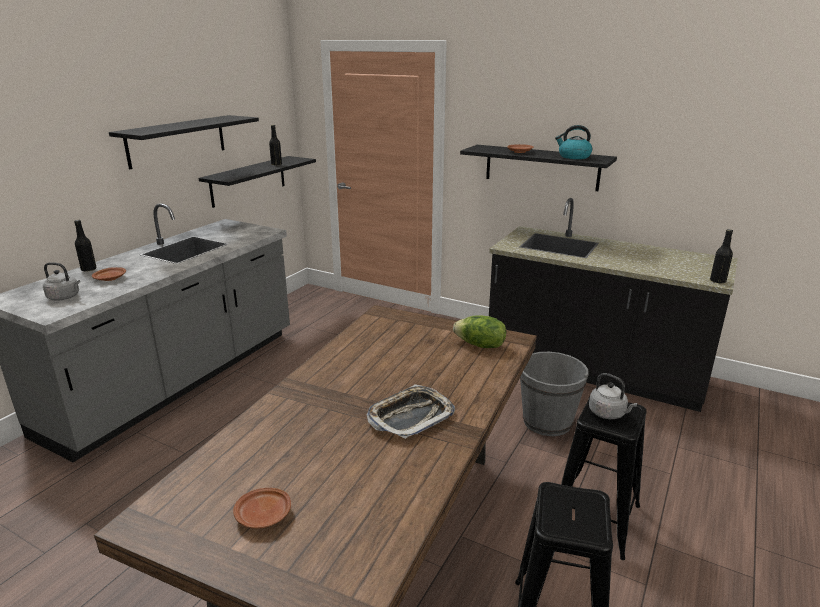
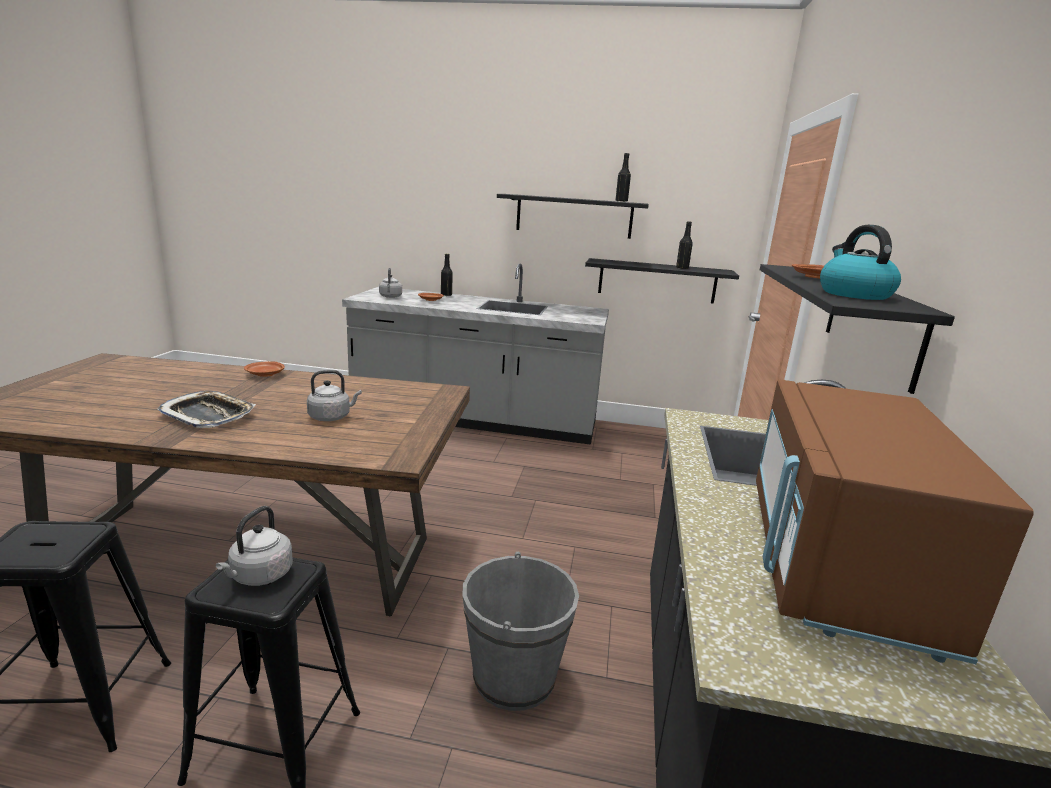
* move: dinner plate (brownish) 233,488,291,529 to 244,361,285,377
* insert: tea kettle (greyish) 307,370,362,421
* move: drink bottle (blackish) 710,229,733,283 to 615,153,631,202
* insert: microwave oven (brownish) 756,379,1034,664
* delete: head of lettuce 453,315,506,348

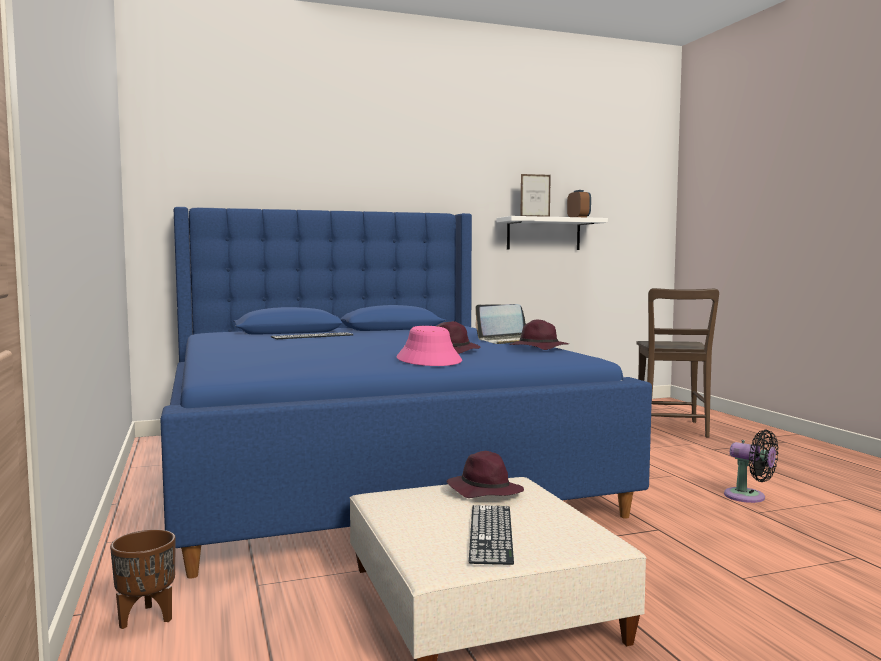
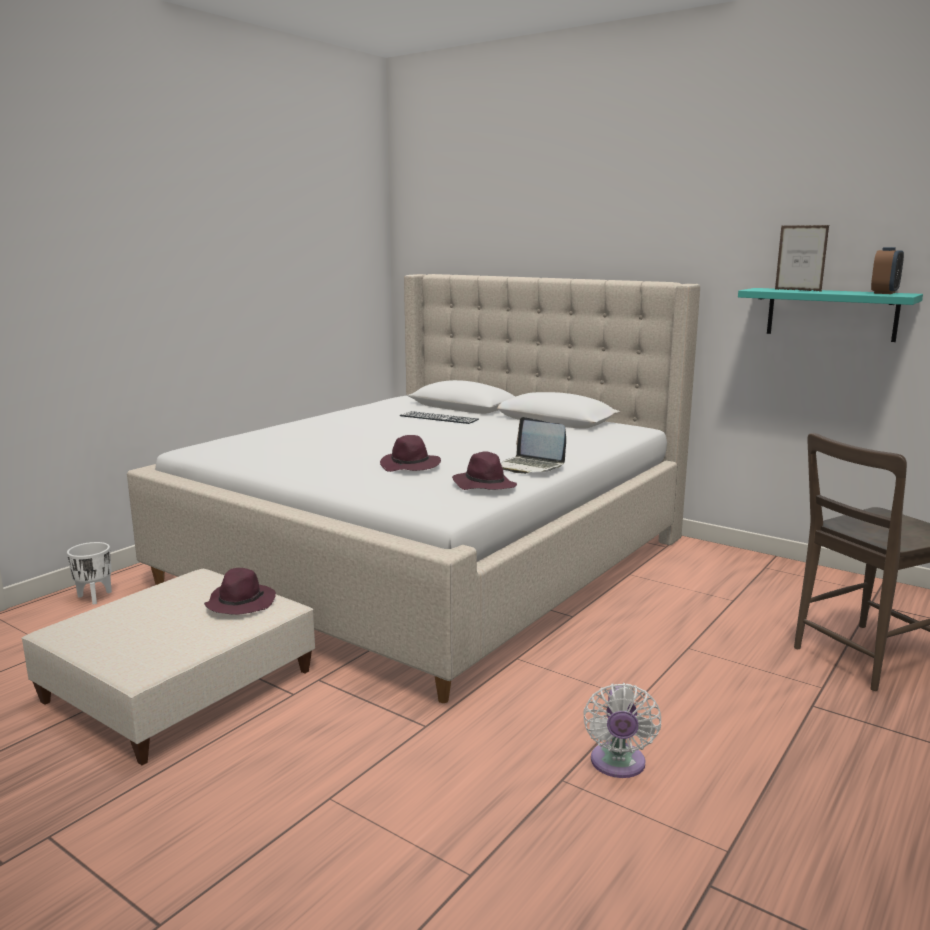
* recolor: flower pot (brownish) 110,529,176,629 to flower pot (white) 67,542,112,605
* recolor: bedroom bed (bluish) 160,207,652,578 to bedroom bed (beige-coloured) 127,274,700,703
* recolor: fan (blackish) 724,430,778,503 to fan (white) 583,683,661,778
* recolor: shelf (white) 496,216,608,250 to shelf (turquoise) 738,288,923,342
* delete: hat (pinkish) 396,326,462,366
* delete: computer keyboard 469,505,514,565

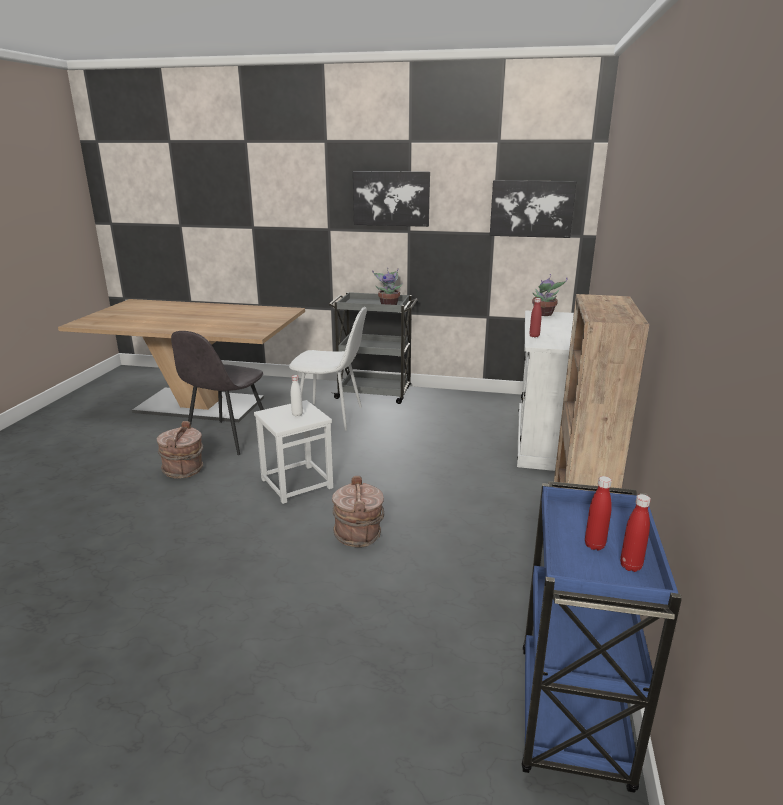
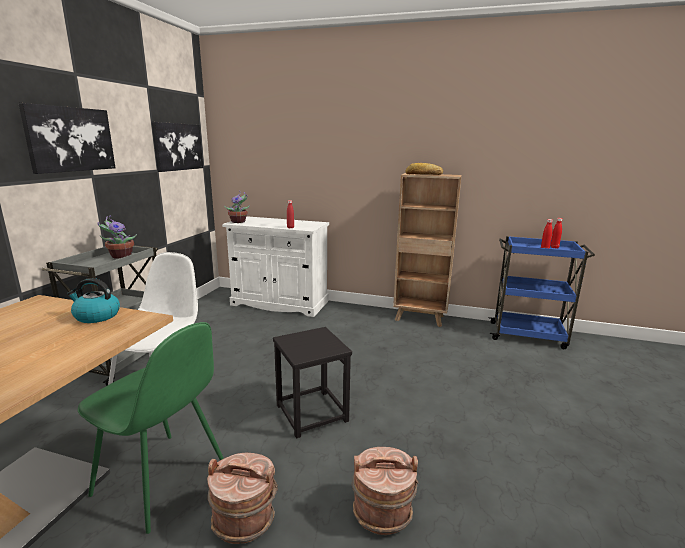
* insert: tea kettle 67,278,120,323
* recolor: plain chair (greyish) 171,331,270,455 to plain chair (green-coloured) 78,322,224,534
* recolor: stool seat (white) 254,400,333,504 to stool seat (blackish) 273,327,352,439
* move: water bucket (brownish) 332,476,384,548 to 352,447,419,535
* insert: bread 405,163,443,175
* delete: drink bottle (white) 291,375,303,417

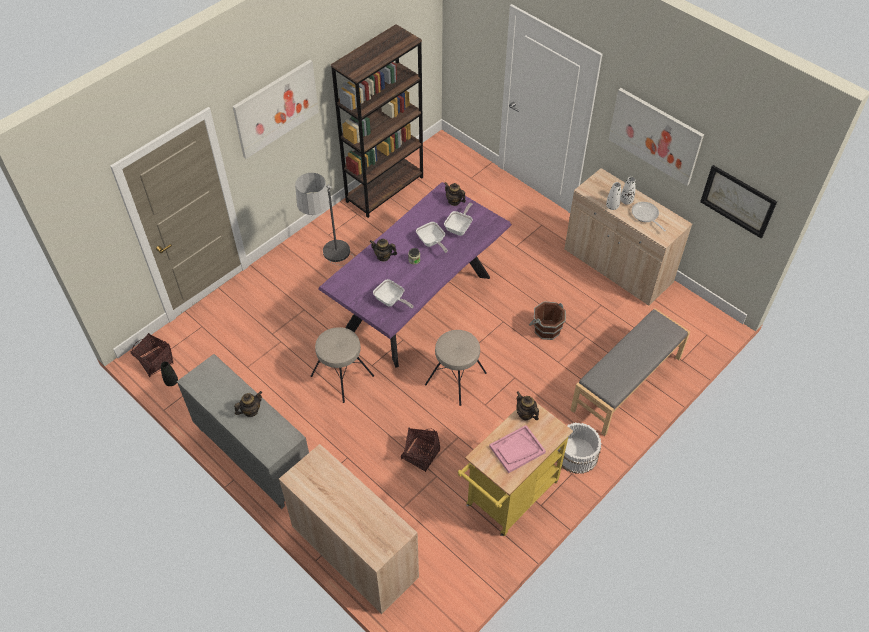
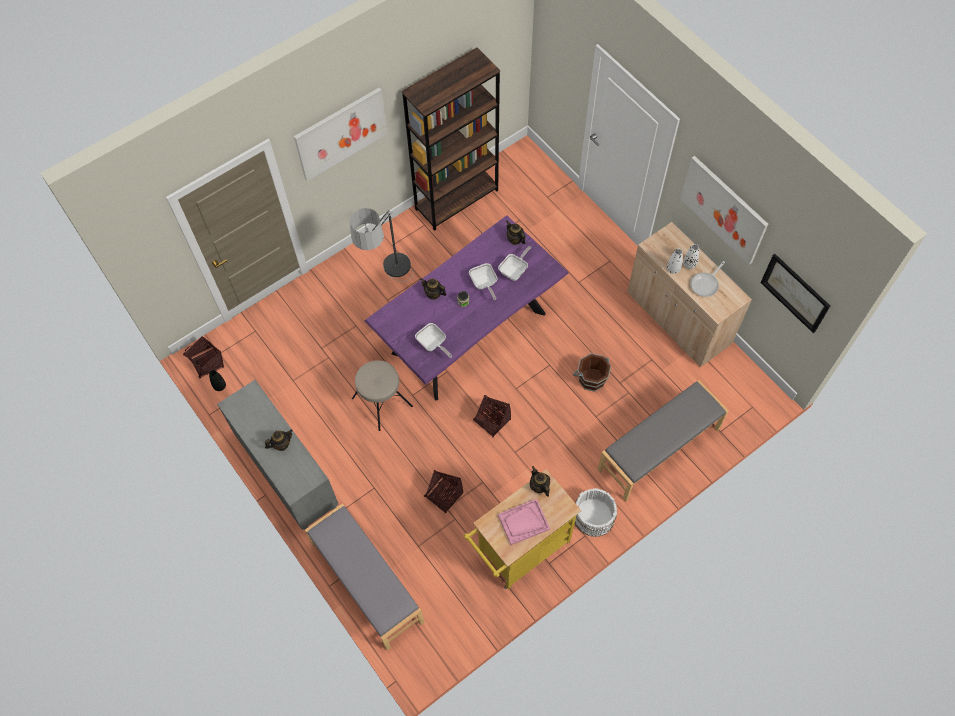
* replace: storage cabinet (beige-coloured) 279,444,419,614 to bench (greyish) 305,503,425,651
* replace: stool seat (beige-coloured) 425,330,487,406 to household basket 473,395,511,438
* rotate: pan 632,202,666,232 = 690,261,725,297 120 degrees counterclockwise

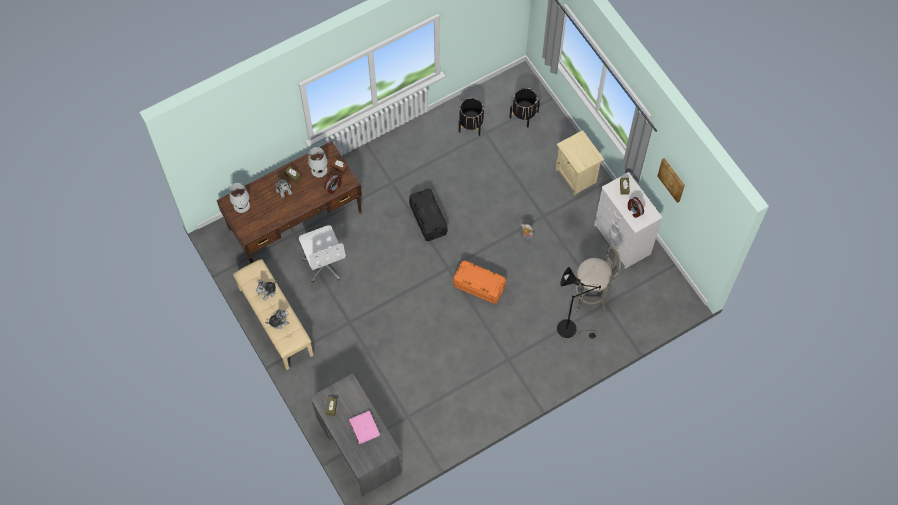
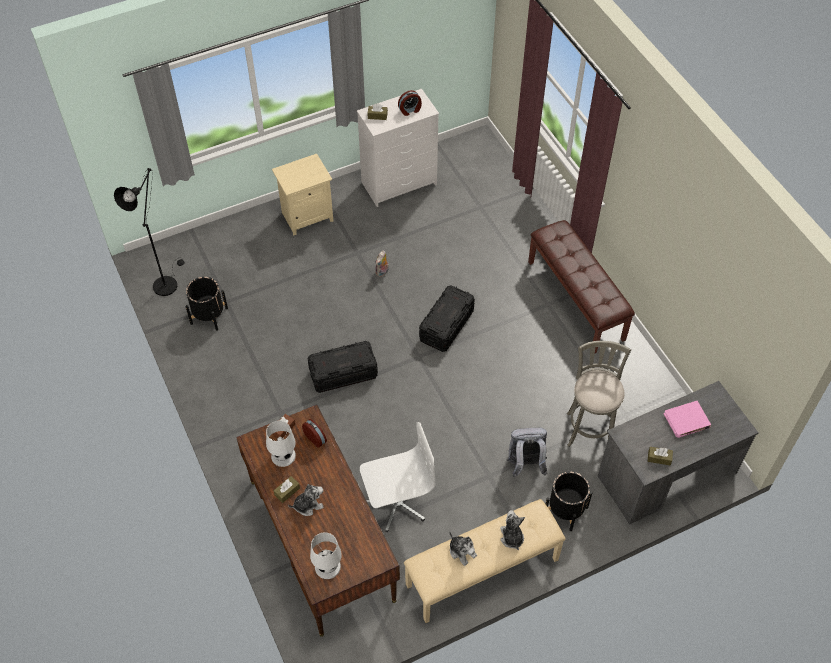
* move: standard lamp (blackish) 557,267,601,339 to 114,168,185,296
* recolor: storage bin (orange-coloured) 453,260,506,304 to storage bin (blackish) 419,285,475,352
* insert: rucksack (greyish) 507,428,547,477
* insert: bench (brownish) 528,220,635,353
* move: flower pot (blackish) 510,88,540,128 to 546,472,592,531
* move: stool seat (greyish) 576,243,621,312 to 567,341,631,446
* delete: wall art 657,158,685,203

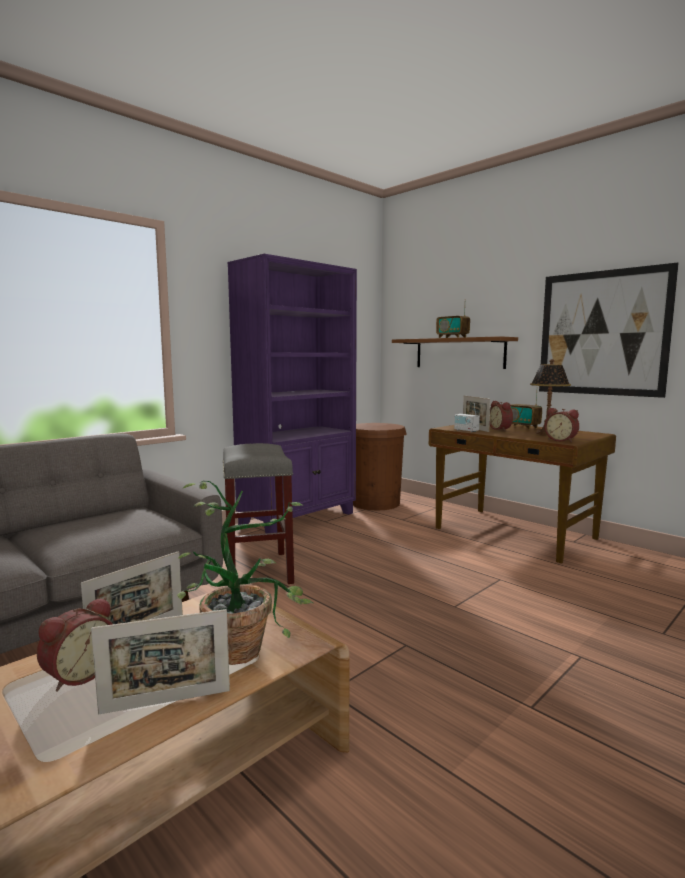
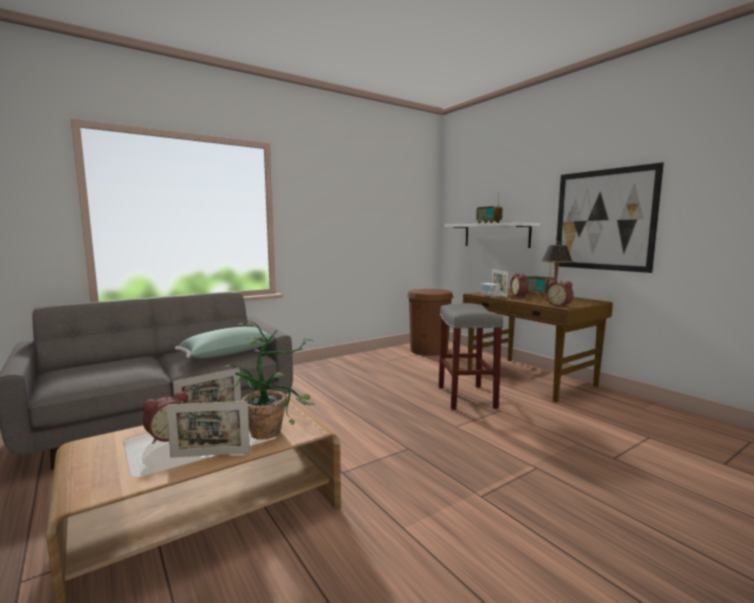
* insert: pillow (green-coloured) 175,327,273,358
* move: stool seat (greyish) 223,443,294,584 to 439,303,503,410
* recolor: shelf (brownish) 392,336,518,369 to shelf (white) 444,223,540,248
* delete: bookcase (purple-coloured) 227,254,357,533

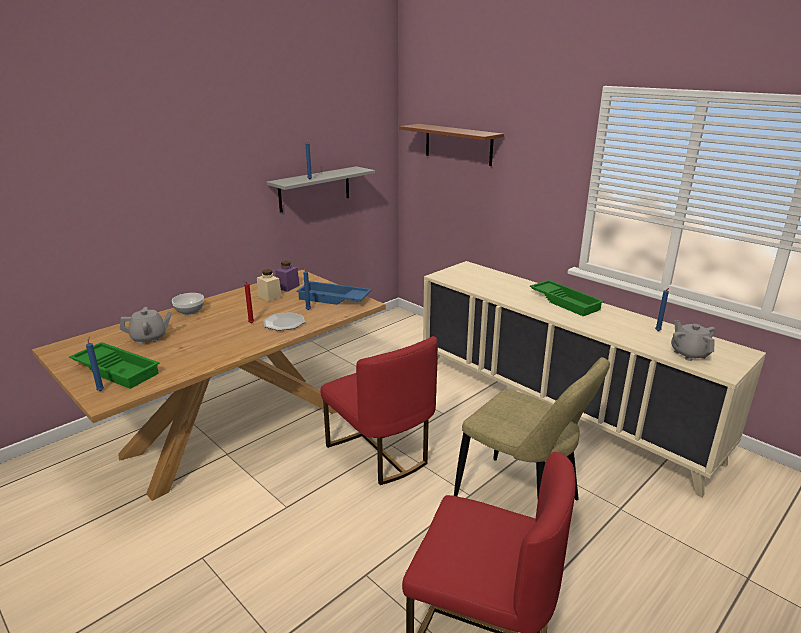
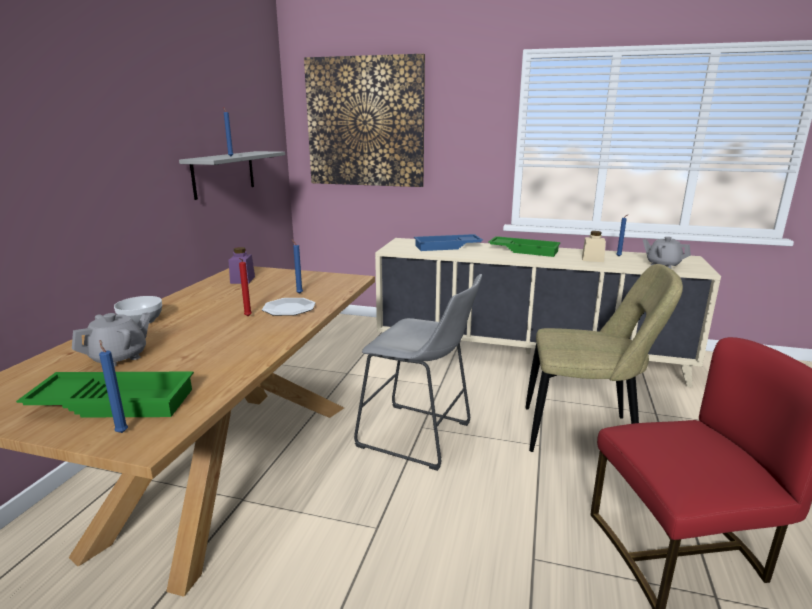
* replace: shelf (brownish) 399,124,504,166 to wall art 304,54,425,187
* replace: plain chair (reddish) 320,336,438,485 to stool seat (greyish) 354,274,482,471
* move: carrying tray (bluish) 296,281,372,305 to 414,234,483,251
* move: storage jar (beige-coloured) 257,269,282,301 to 582,231,606,262

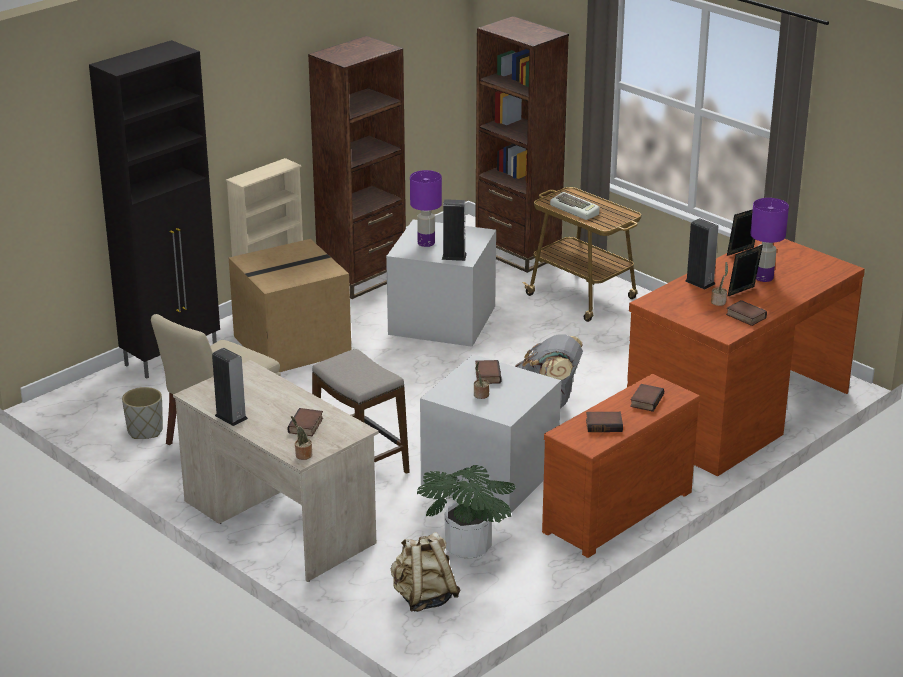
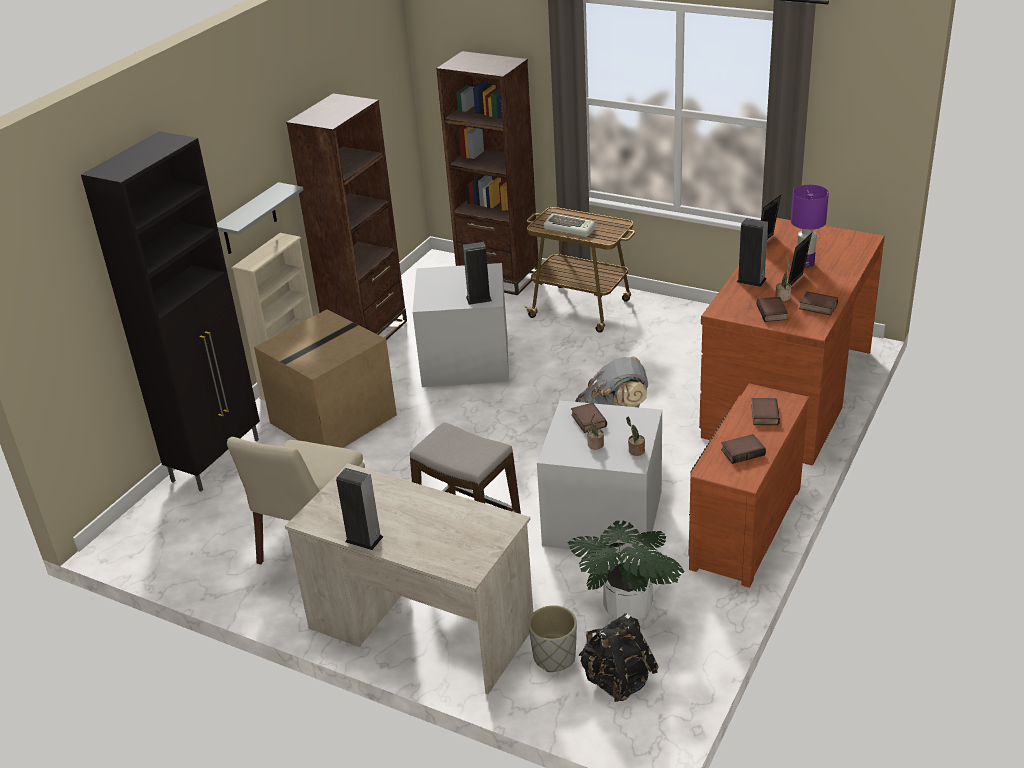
* insert: shelf (greyish) 217,182,304,254
* move: flower pot (greyish) 122,387,163,439 to 528,605,577,672
* recolor: rucksack (beige-coloured) 391,532,460,612 to rucksack (blackish) 579,613,659,702
* move: plant in a pot 291,416,312,460 to 626,417,645,456
* move: volume 287,408,323,436 to 756,297,788,322
* delete: tabletop lamp (purple-coloured) 410,170,442,247

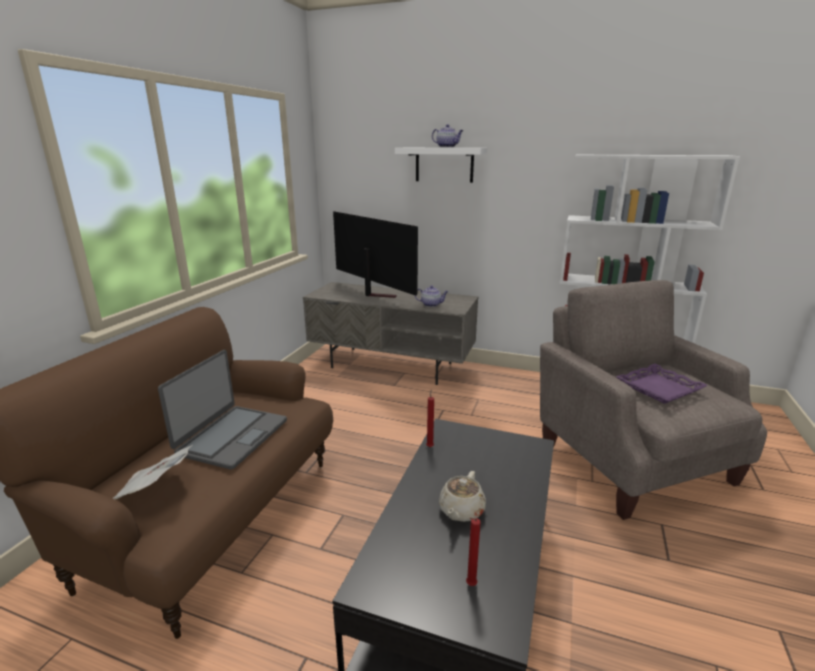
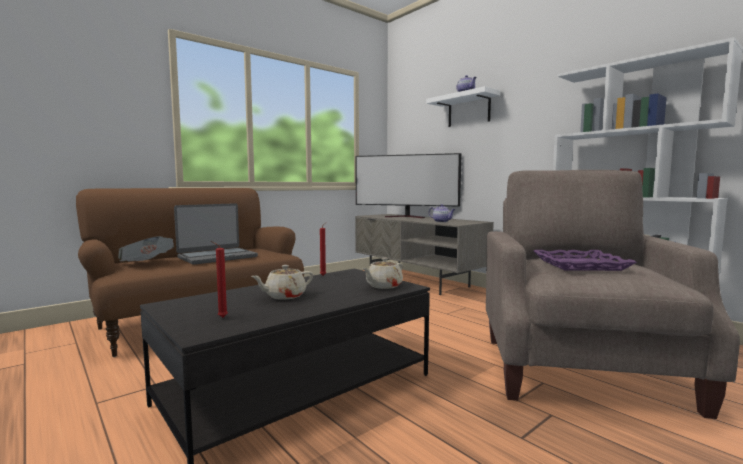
* rotate: TV 333,211,418,298 = 356,153,462,218 120 degrees clockwise
* insert: tea pot (beige-coloured) 362,258,403,289

